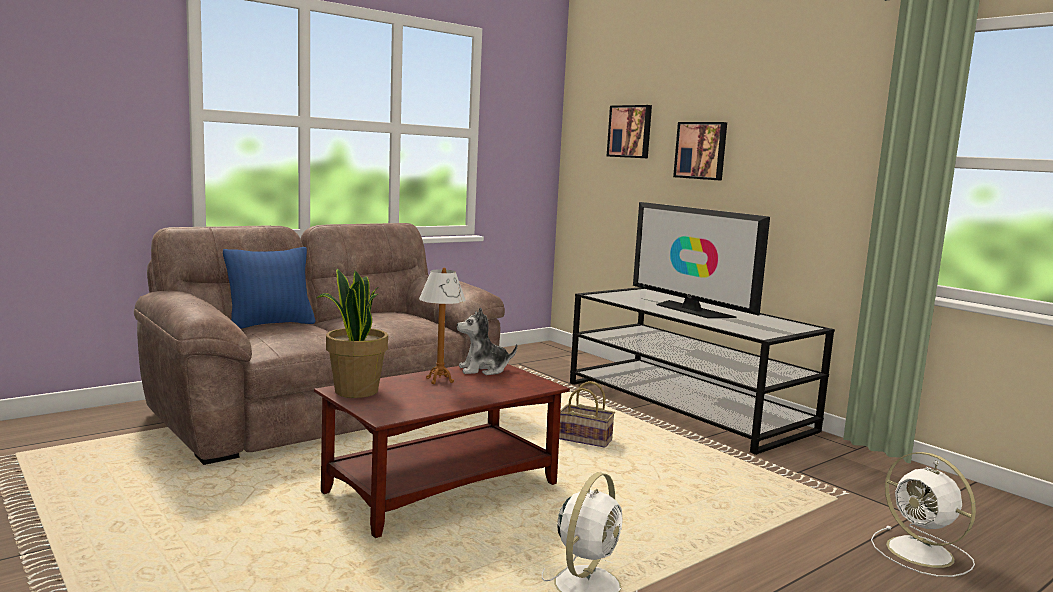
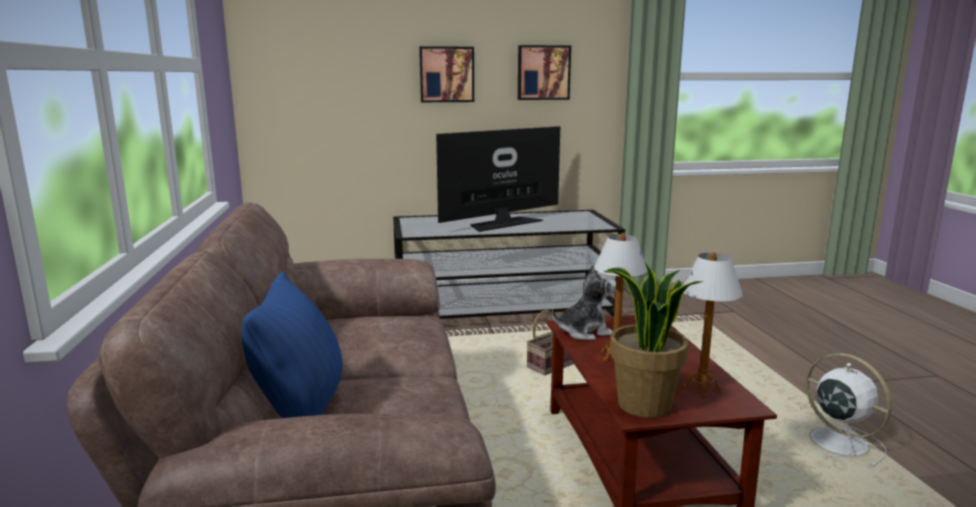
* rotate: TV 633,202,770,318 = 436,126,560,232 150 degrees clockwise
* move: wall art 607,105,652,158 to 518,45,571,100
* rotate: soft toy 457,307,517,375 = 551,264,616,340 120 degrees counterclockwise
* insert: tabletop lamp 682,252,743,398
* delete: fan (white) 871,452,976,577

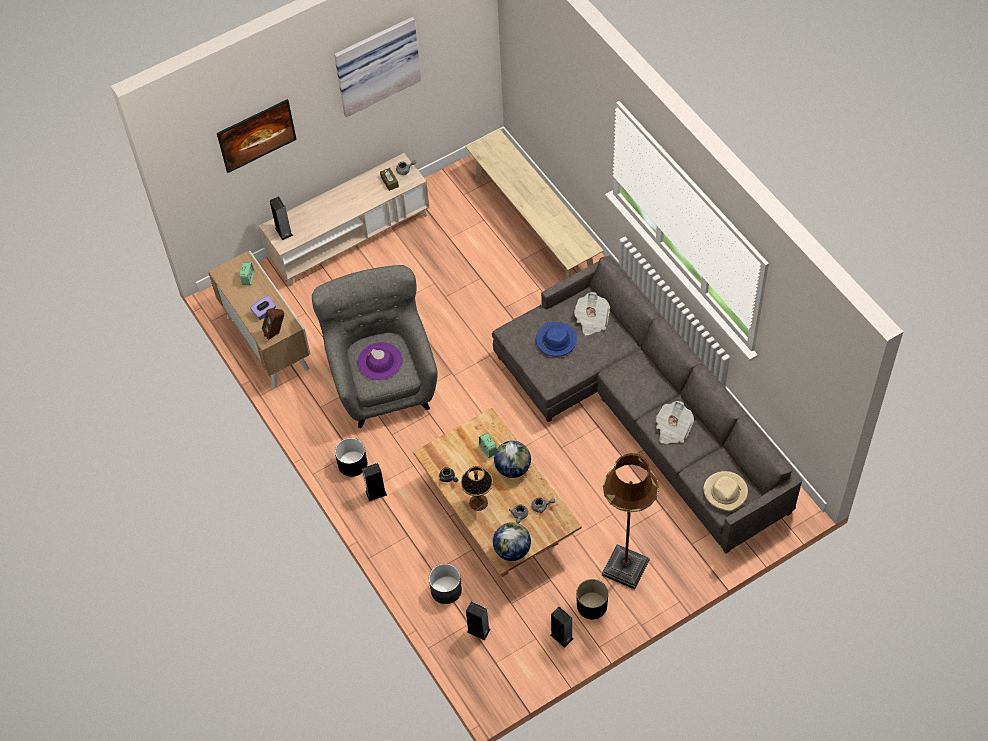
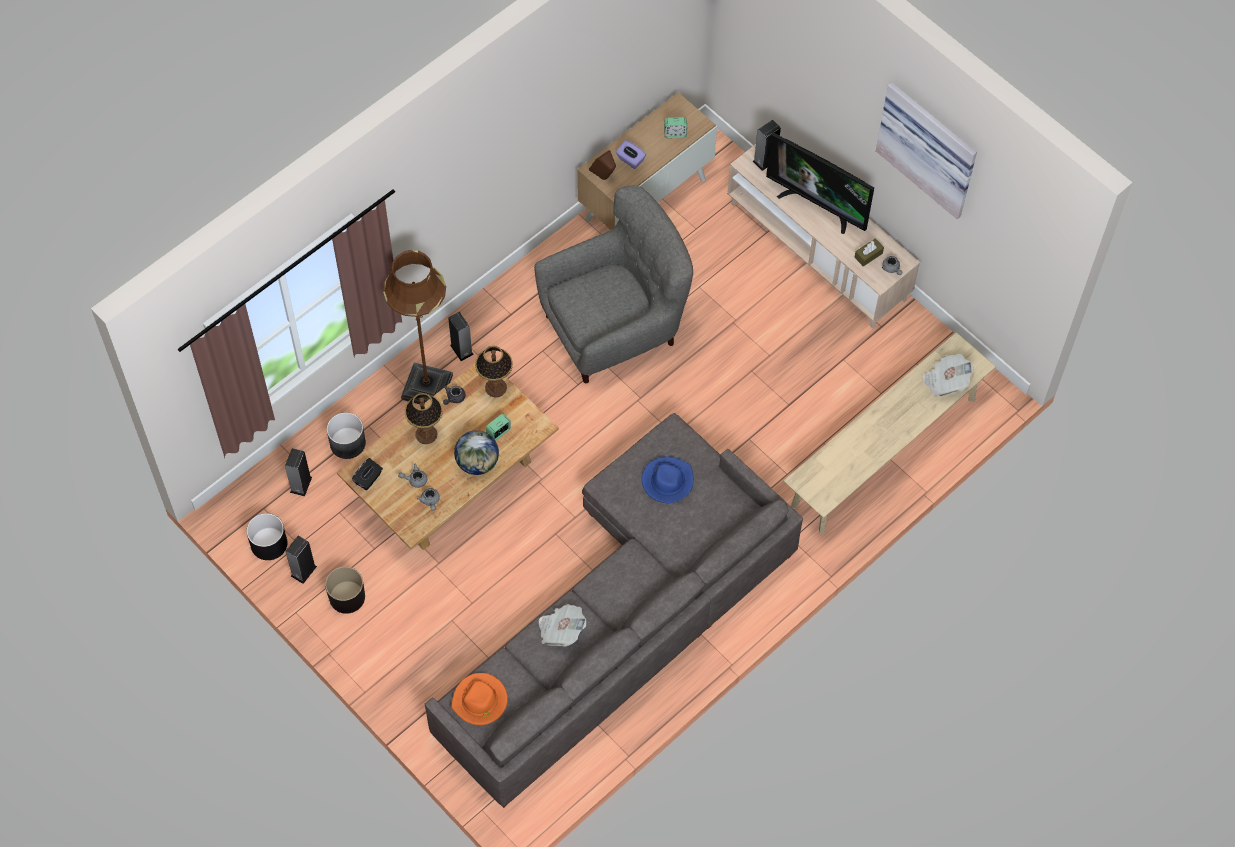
* move: flower pot (blackish) 335,438,367,477 to 246,513,287,560
* replace: world globe 493,522,531,561 to tissue holder (blackish) 352,458,383,490
* move: standard lamp (brownish) 602,453,659,590 to 383,250,453,404
* recolor: hat (beige-coloured) 704,471,748,512 to hat (orange-coloured) 451,673,508,725
* insert: tabletop lamp 475,346,513,397
* insert: TV 766,132,874,234
* move: printed paper 574,292,610,336 to 922,354,974,397
* delete: wall art 217,99,297,173
* delete: hat (purple-coloured) 357,342,403,380

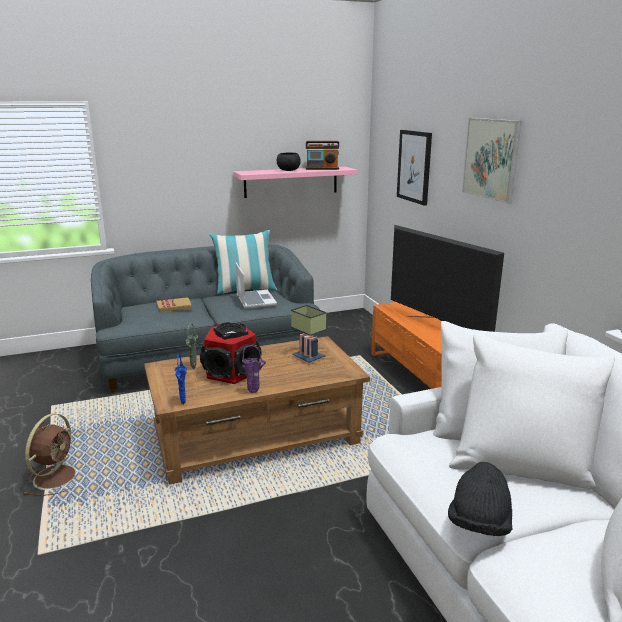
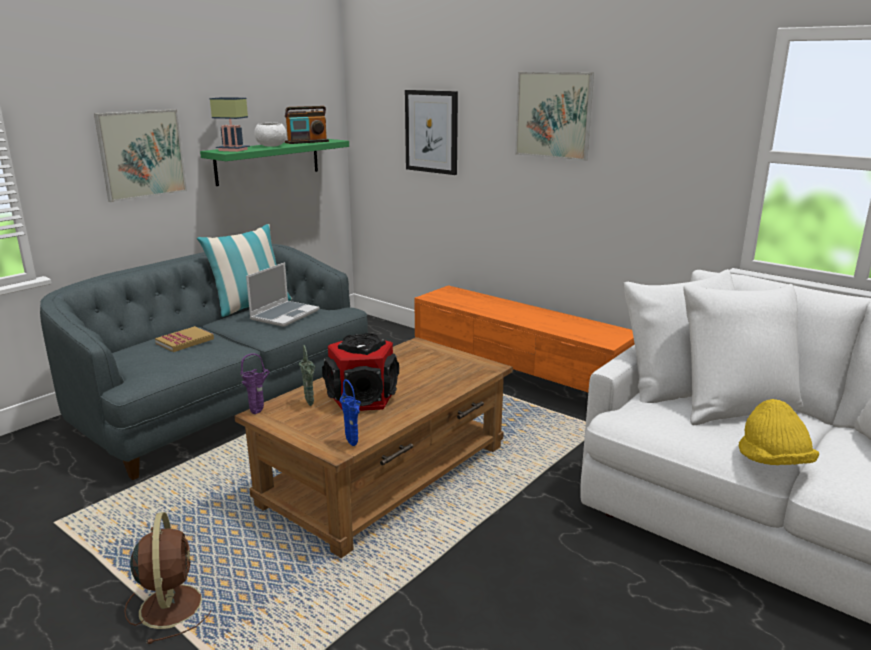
* insert: wall art 94,109,187,202
* recolor: shelf (pinkish) 234,166,357,198 to shelf (green-coloured) 200,139,349,186
* move: tabletop lamp 291,305,326,364 to 210,97,250,152
* move: decorative vase (purple-coloured) 242,345,266,393 to 240,353,270,414
* rotate: notebook computer 235,263,277,309 = 246,262,320,327 75 degrees clockwise
* recolor: serving bowl (blackish) 277,152,301,171 to serving bowl (white) 254,123,286,147
* recolor: hat (blackish) 448,462,512,536 to hat (yellow) 739,399,819,465
* delete: TV 391,225,504,332

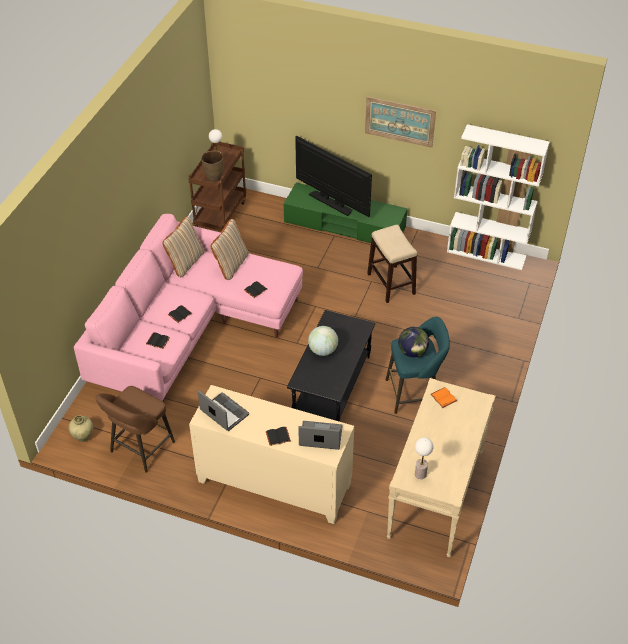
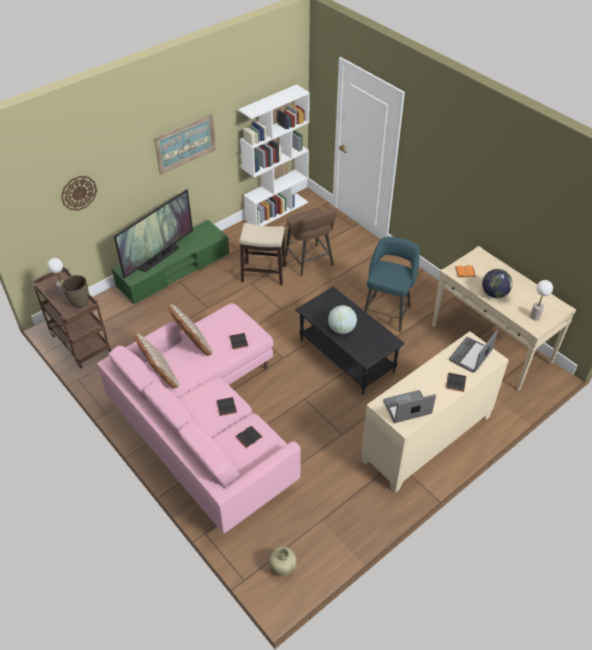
* insert: wall clock 61,176,97,211
* rotate: TV 295,136,372,217 = 114,189,193,278 150 degrees clockwise
* move: stool seat (brownish) 96,386,175,473 to 285,208,337,277
* move: world globe 398,327,429,358 to 482,269,513,298

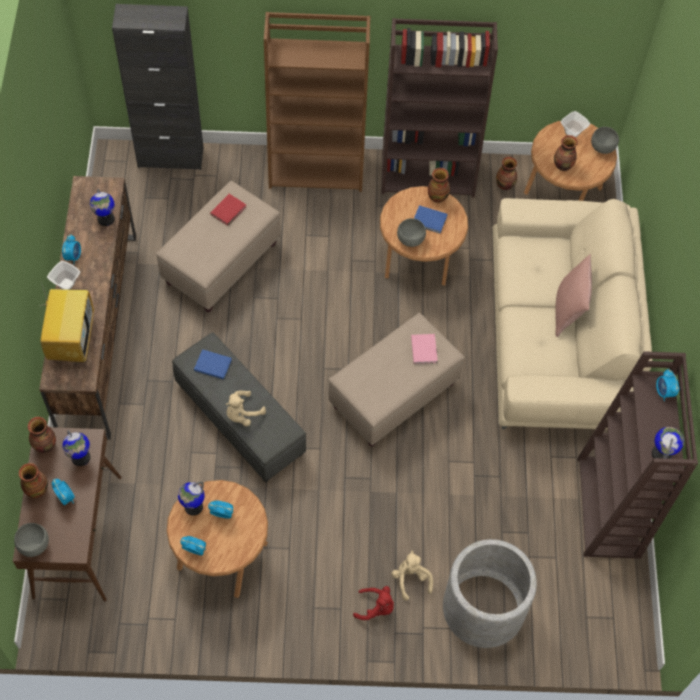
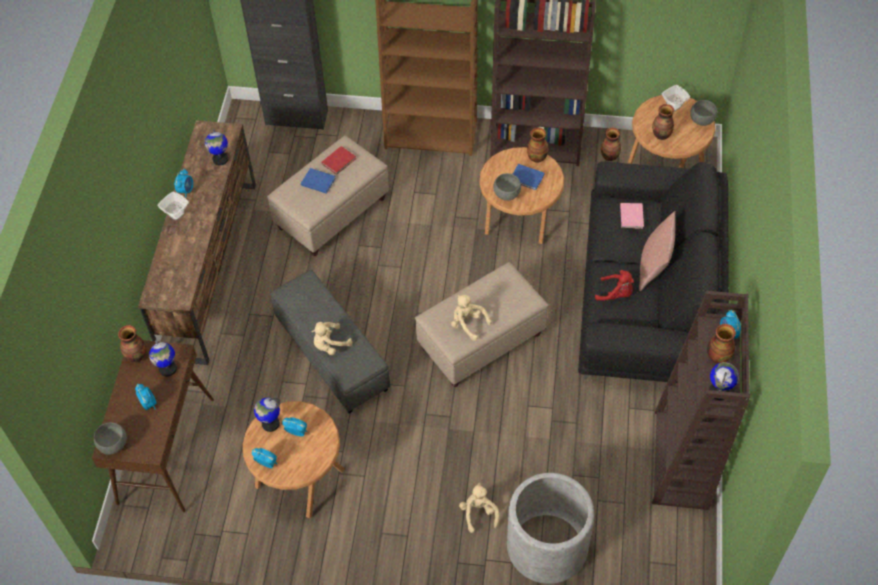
* move: volume (bluish) 194,349,232,379 to 301,168,336,194
* insert: soft toy (beige-coloured) 451,295,492,341
* recolor: settee (beige-coloured) 492,198,653,430 to settee (blackish) 578,161,729,383
* move: soft toy (reddish) 353,586,394,620 to 595,270,634,301
* move: volume (pinkish) 411,334,438,364 to 620,203,644,229
* move: decorative vase 19,463,48,498 to 707,324,736,363
* delete: TV 40,282,94,362

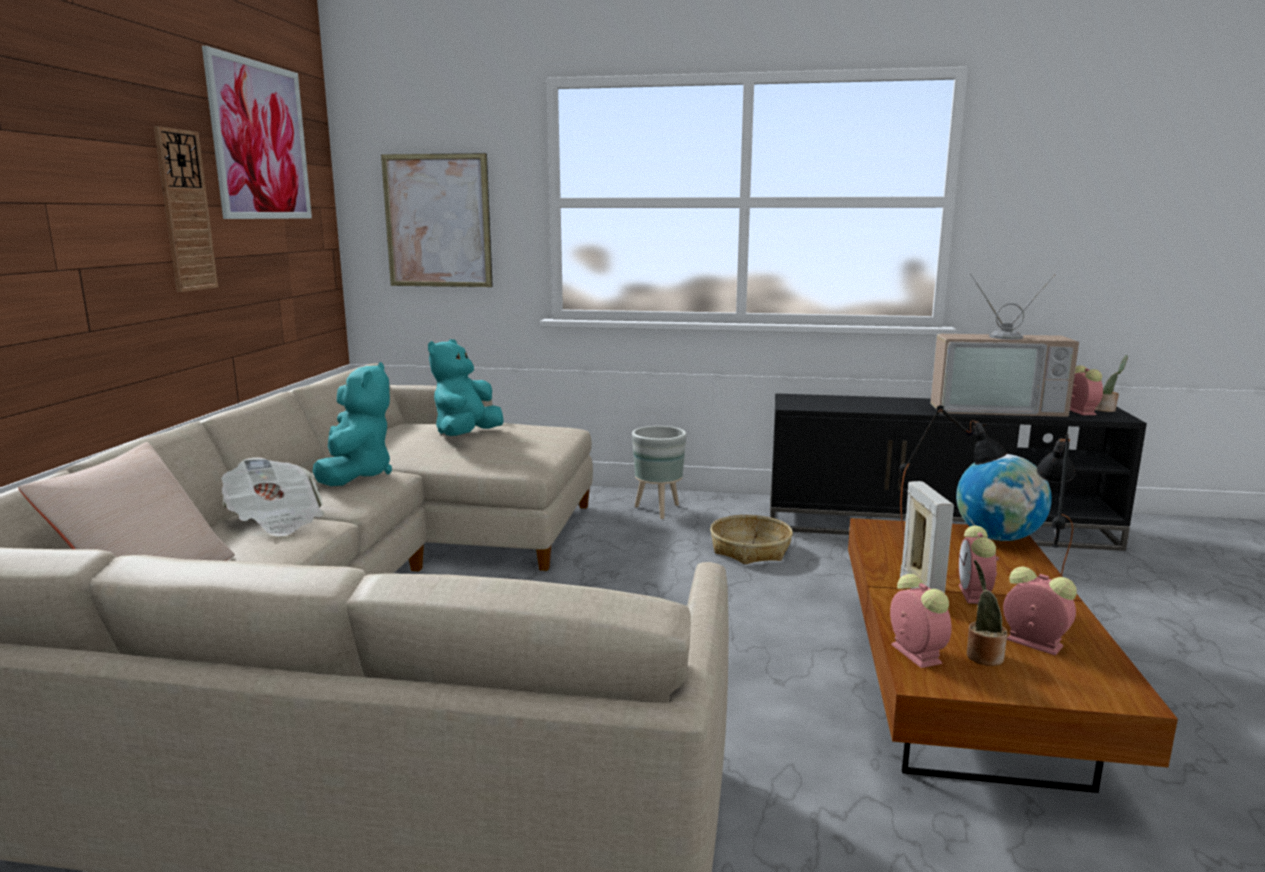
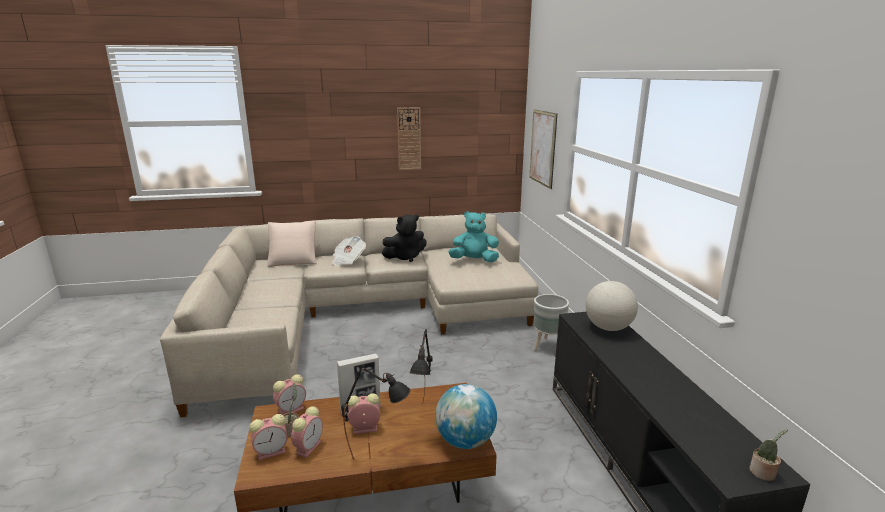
* move: alarm clock 1070,365,1103,415 to 249,414,288,460
* recolor: soft toy (turquoise) 313,362,392,486 to soft toy (blackish) 382,215,427,262
* insert: world globe 585,281,638,331
* delete: wall art 202,46,312,219
* delete: household basket 710,515,793,564
* delete: TV 930,274,1079,417

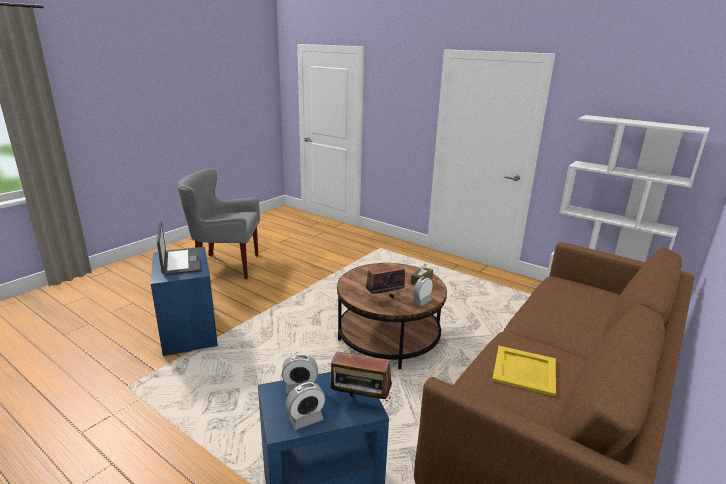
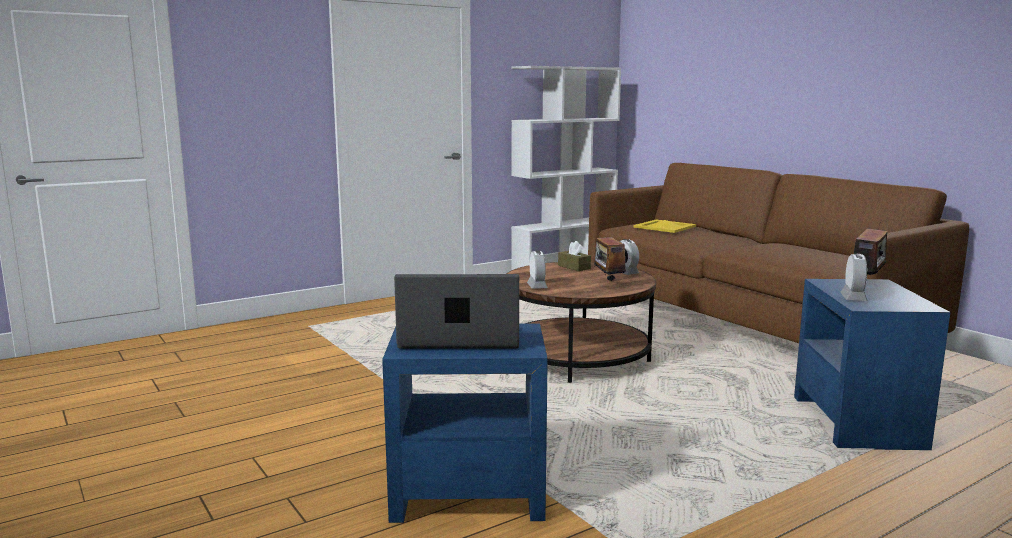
* move: alarm clock 286,382,325,430 to 527,250,548,289
* move: carrying tray (yellow) 492,346,556,396 to 633,220,696,233
* delete: lounge chair (greyish) 178,168,260,279

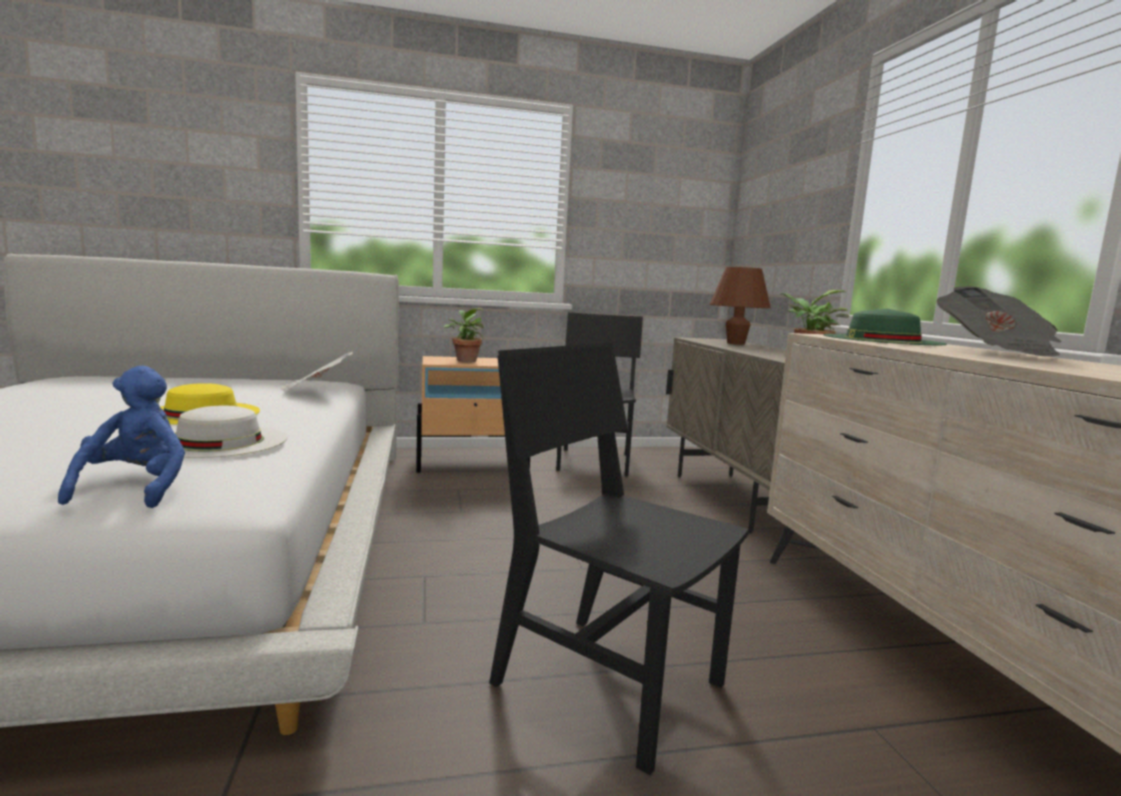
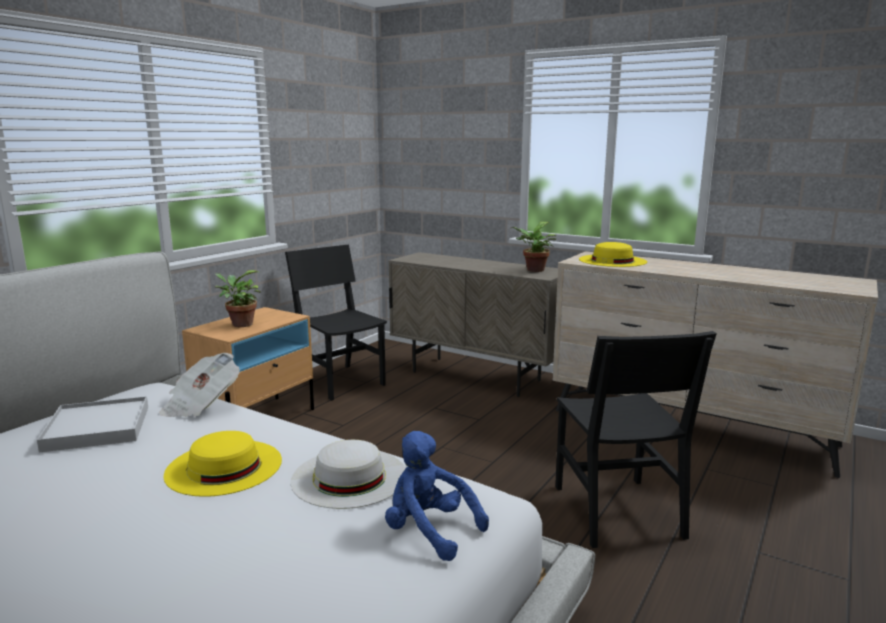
* insert: carrying tray (white) 37,396,148,453
* rotate: plain chair (blackish) 489,342,749,775 = 555,331,716,548 90 degrees counterclockwise
* recolor: hat (green-coloured) 824,309,947,345 to hat (yellow) 579,242,647,267
* delete: tabletop lamp (brownish) 710,267,771,345
* delete: printed paper 937,286,1062,357

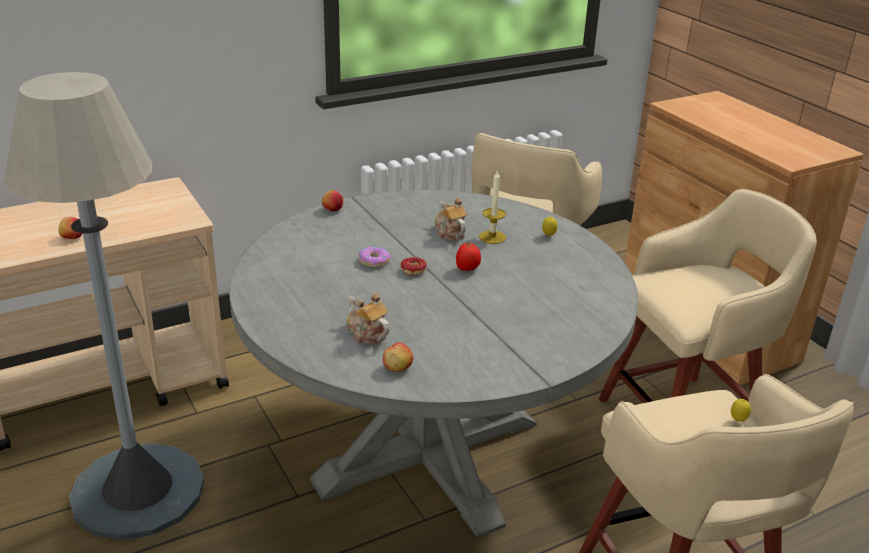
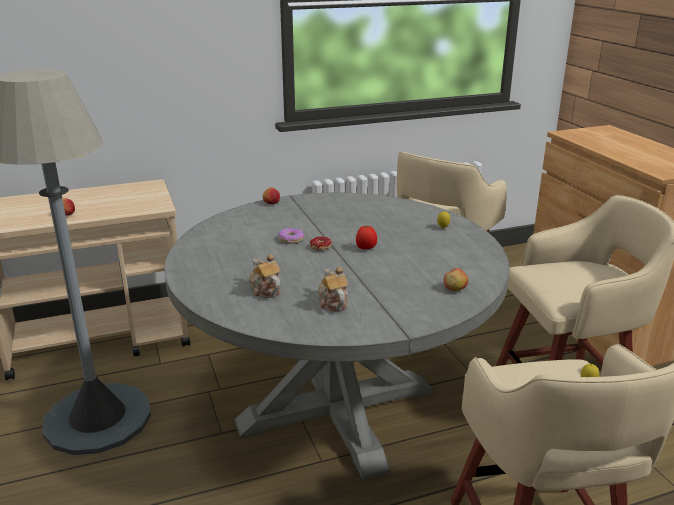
* move: tea pot 435,198,467,241 to 318,266,348,312
* move: apple fruit 383,342,413,372 to 444,268,468,291
* delete: wax light 479,171,506,244

